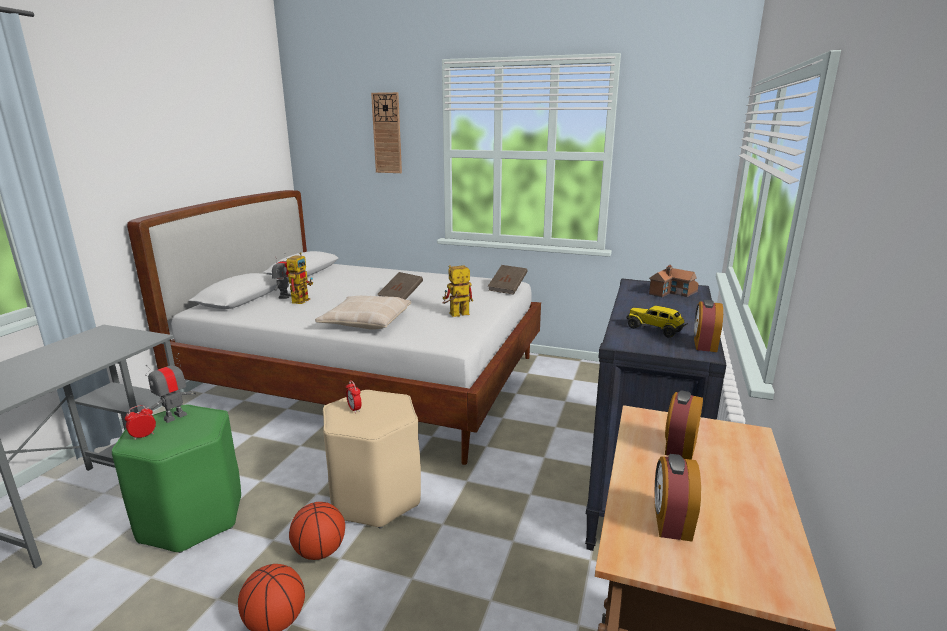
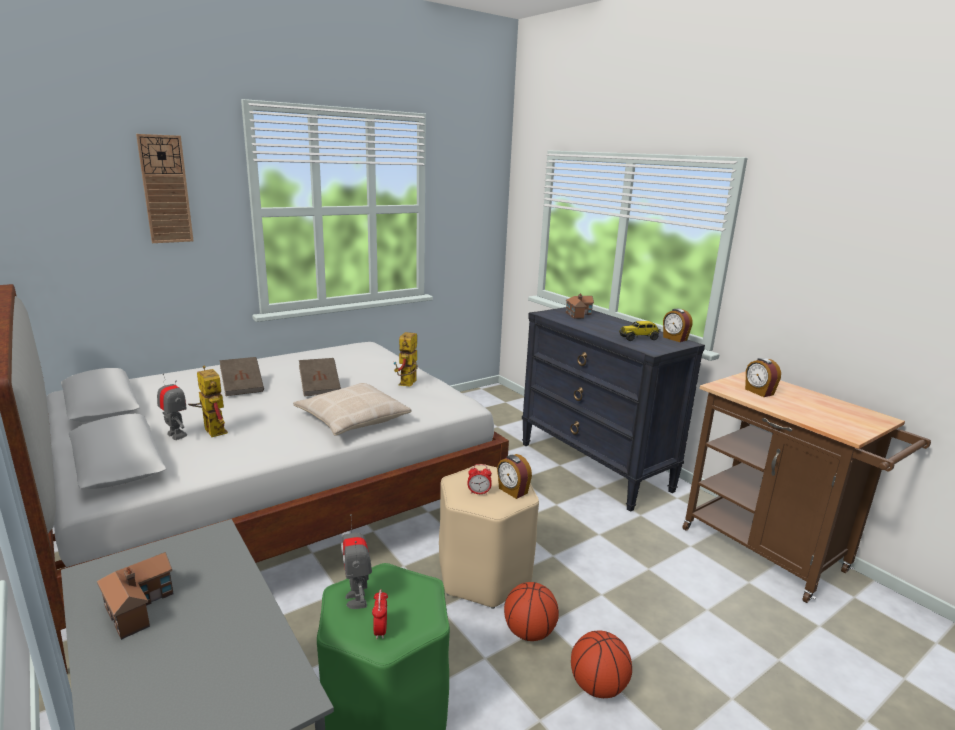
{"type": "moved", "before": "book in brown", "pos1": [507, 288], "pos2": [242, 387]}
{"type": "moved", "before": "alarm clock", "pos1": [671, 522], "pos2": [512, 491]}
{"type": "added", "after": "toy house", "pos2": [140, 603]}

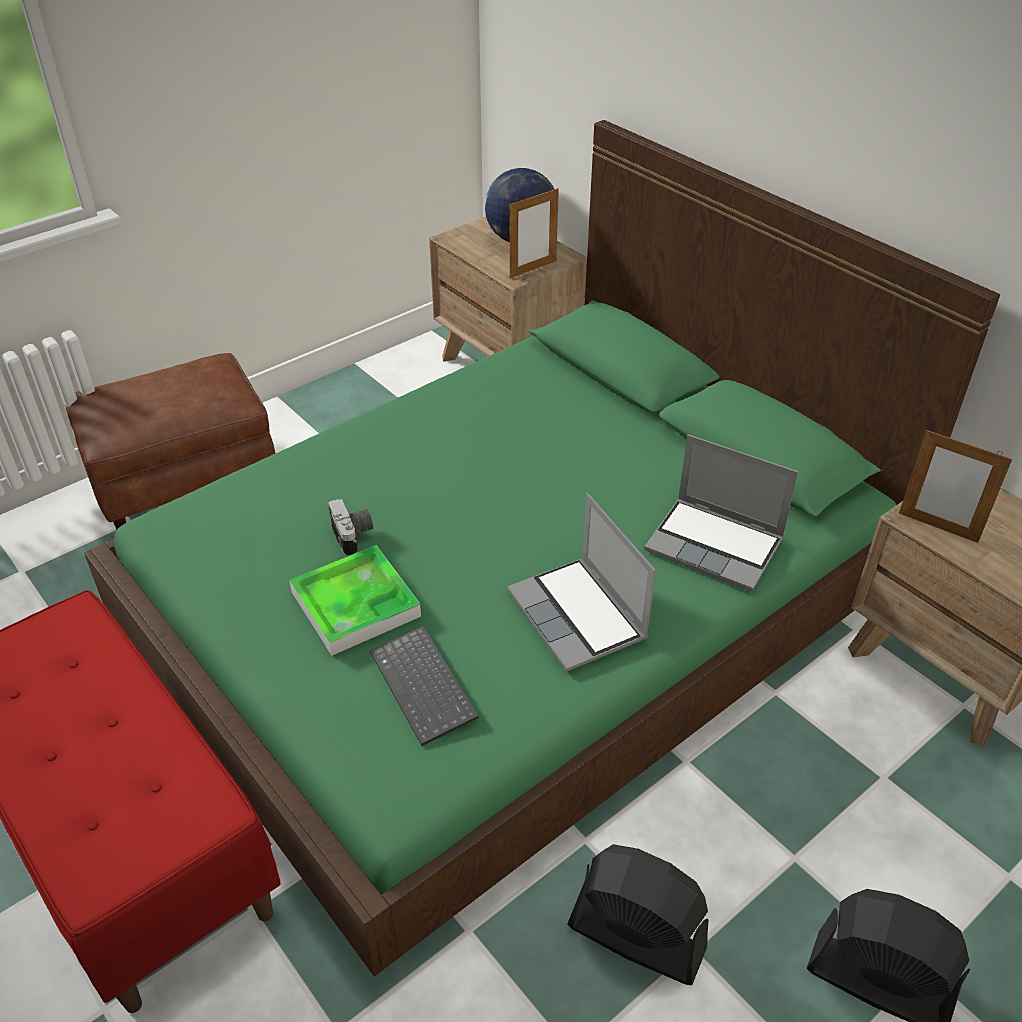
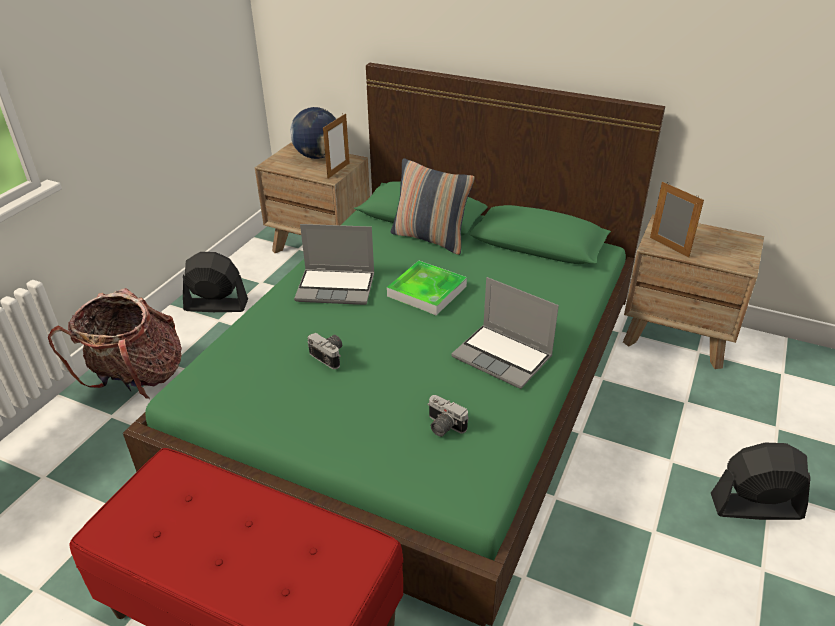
{"type": "replaced", "before": "ottoman in brown", "after": "backpack", "pos1": [184, 484], "pos2": [137, 379]}
{"type": "turned", "before": "picture frame", "pos1": [938, 527], "pos2": [669, 247], "turn": -135}
{"type": "moved", "before": "laptop", "pos1": [716, 545], "pos2": [337, 287]}
{"type": "moved", "before": "tray", "pos1": [355, 604], "pos2": [427, 291]}
{"type": "replaced", "before": "keyboard", "after": "photo camera", "pos1": [426, 687], "pos2": [443, 427]}
{"type": "moved", "before": "fan in black", "pos1": [635, 936], "pos2": [216, 305]}
{"type": "added", "after": "pillow", "pos2": [430, 238]}

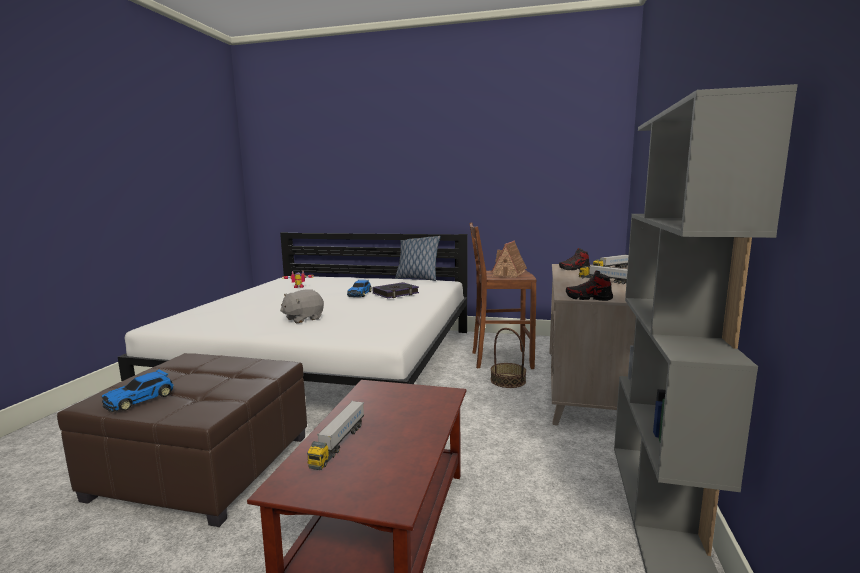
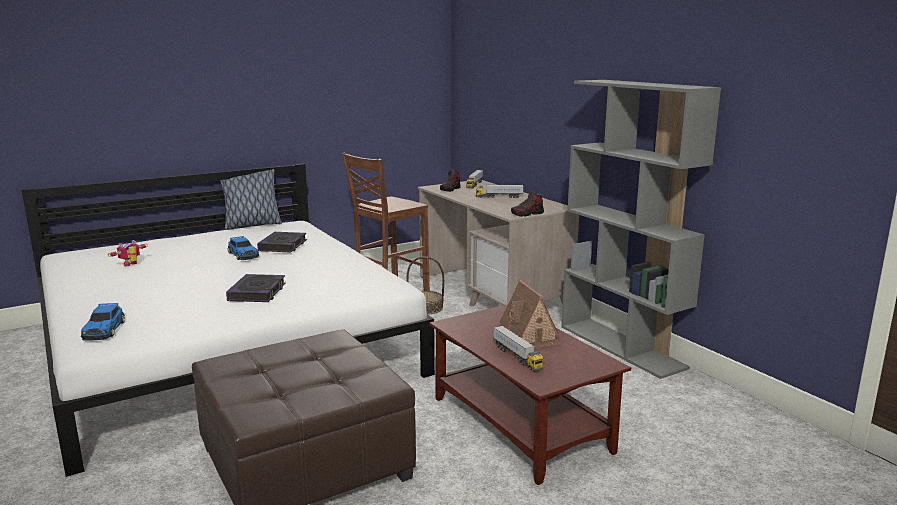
{"type": "moved", "before": "toy house", "pos1": [508, 274], "pos2": [529, 335]}
{"type": "replaced", "before": "plush toy in grey", "after": "book", "pos1": [303, 319], "pos2": [257, 292]}
{"type": "moved", "before": "toy car", "pos1": [141, 399], "pos2": [104, 330]}

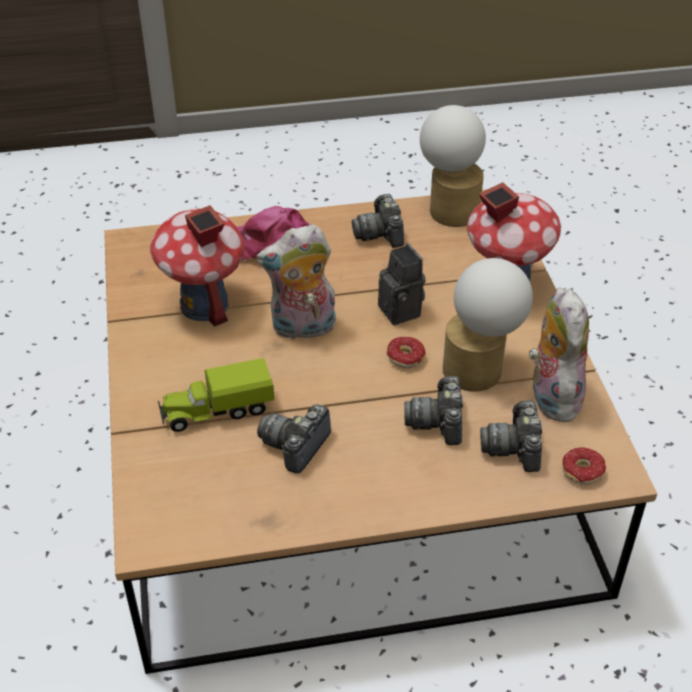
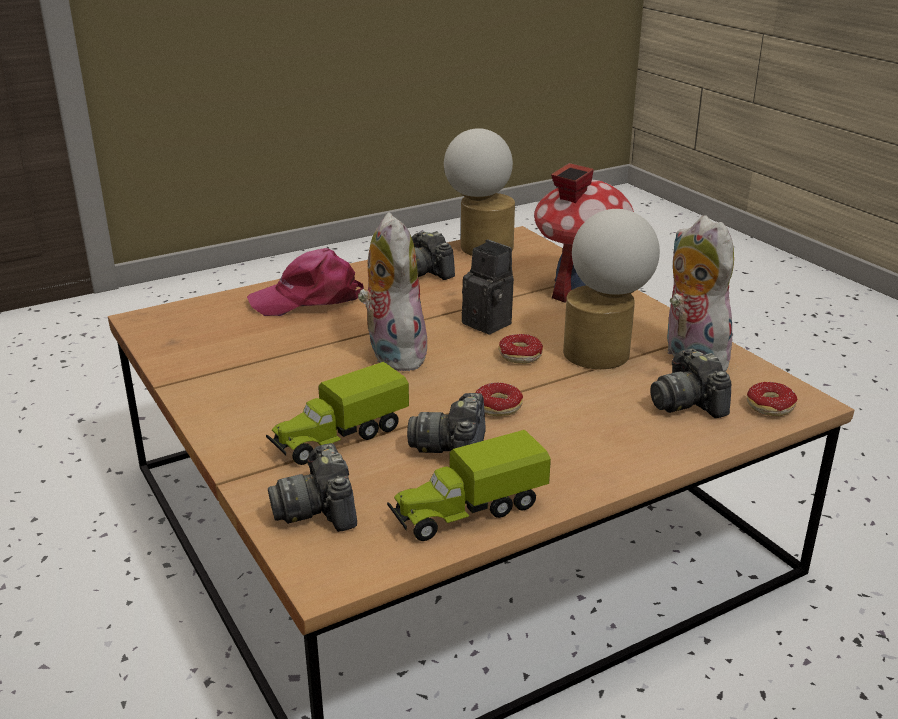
{"type": "removed", "before": "toy house", "pos1": [204, 305]}
{"type": "turned", "before": "plush toy", "pos1": [302, 329], "pos2": [392, 354], "turn": 105}
{"type": "moved", "before": "photo camera", "pos1": [438, 422], "pos2": [319, 509]}
{"type": "added", "after": "donut", "pos2": [496, 412]}
{"type": "added", "after": "toy truck", "pos2": [467, 511]}

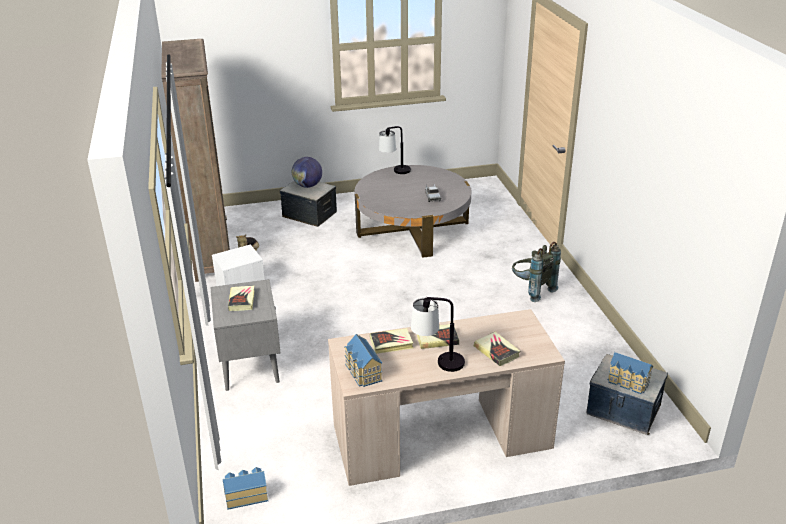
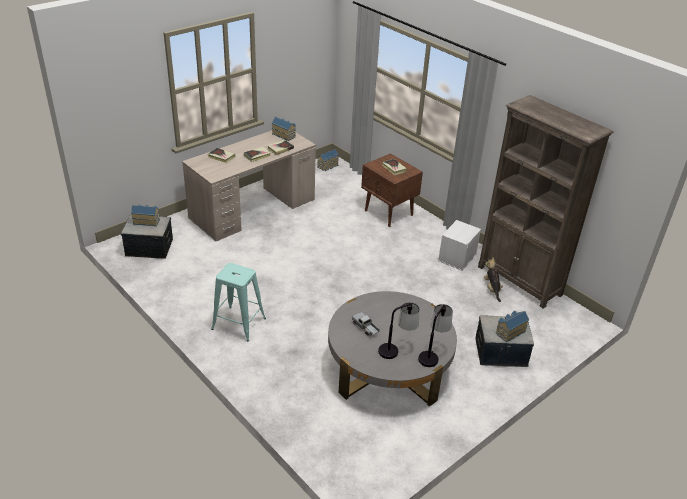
{"type": "replaced", "before": "globe", "after": "toy house", "pos1": [307, 186], "pos2": [509, 331]}
{"type": "replaced", "before": "backpack in grey", "after": "stool in turquoise", "pos1": [531, 290], "pos2": [238, 323]}
{"type": "recoloured", "before": "nightstand in grey", "after": "nightstand in brown", "pos1": [251, 368], "pos2": [389, 213]}
{"type": "moved", "before": "table lamp", "pos1": [437, 363], "pos2": [396, 349]}

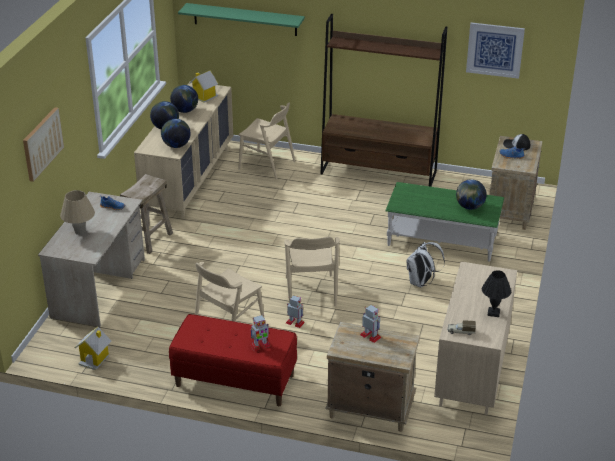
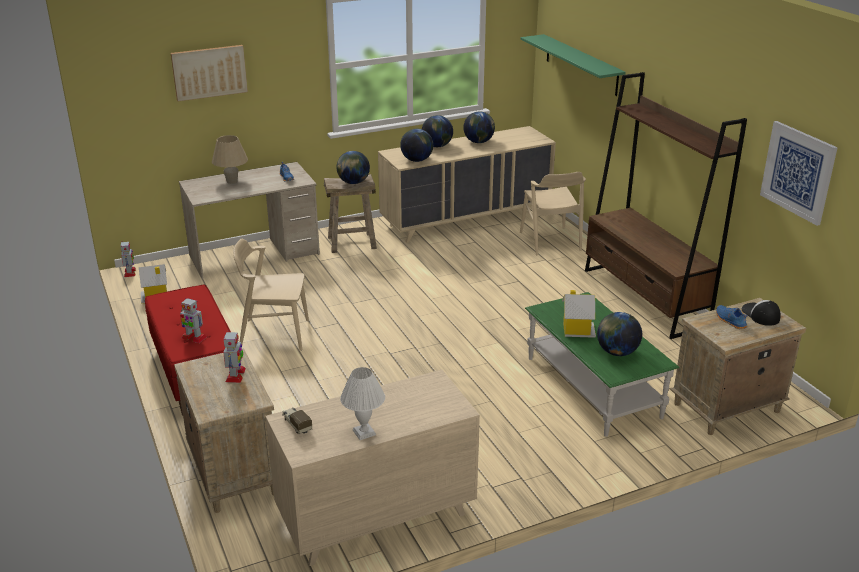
{"type": "moved", "before": "toy house", "pos1": [204, 97], "pos2": [577, 330]}
{"type": "removed", "before": "chair in beige", "pos1": [310, 292]}
{"type": "removed", "before": "backpack in white", "pos1": [421, 283]}
{"type": "recoloured", "before": "table lamp in black", "after": "table lamp in white", "pos1": [493, 313], "pos2": [363, 432]}
{"type": "moved", "before": "toy robot", "pos1": [295, 322], "pos2": [130, 272]}
{"type": "added", "after": "globe", "pos2": [353, 182]}

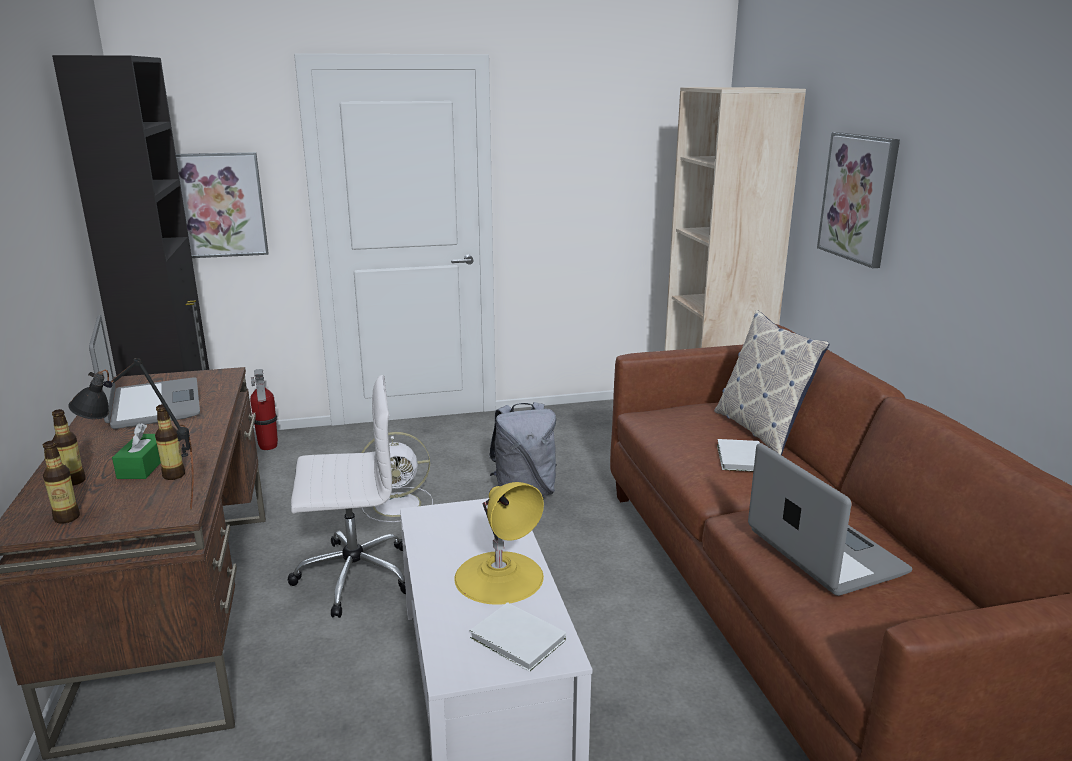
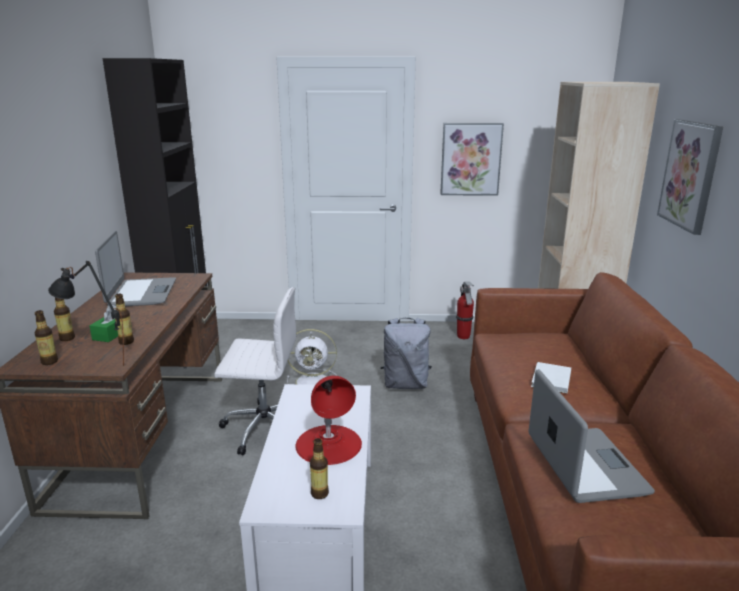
{"type": "moved", "before": "picture", "pos1": [219, 205], "pos2": [470, 159]}
{"type": "removed", "before": "pillow", "pos1": [761, 430]}
{"type": "moved", "before": "fire extinguisher", "pos1": [268, 447], "pos2": [463, 337]}
{"type": "recoloured", "before": "table lamp in yellow", "after": "table lamp in red", "pos1": [499, 577], "pos2": [329, 444]}
{"type": "replaced", "before": "book in white", "after": "bottle", "pos1": [518, 641], "pos2": [319, 494]}

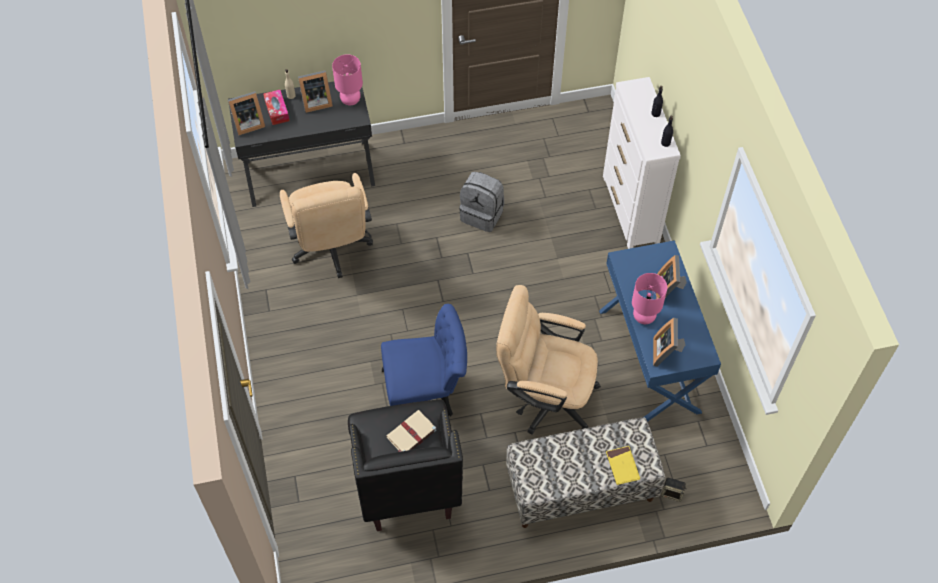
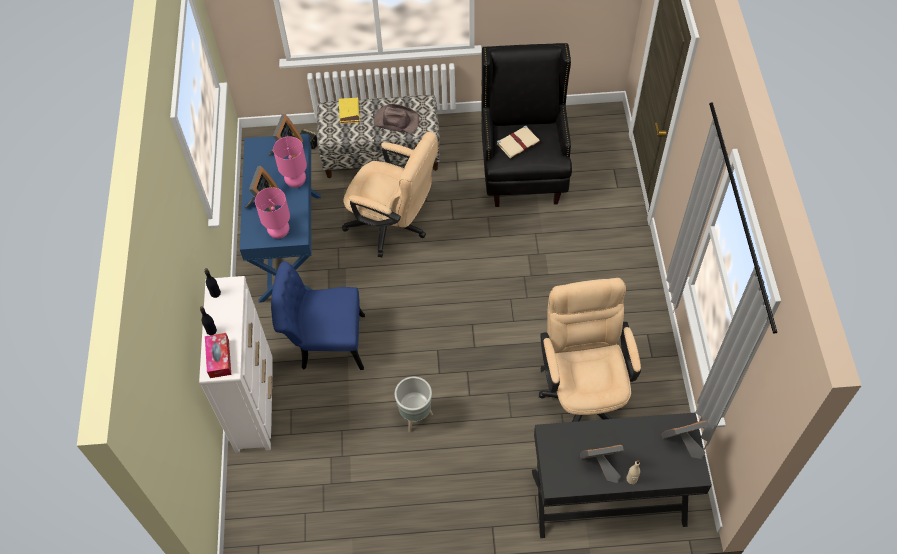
{"type": "moved", "before": "table lamp in pink", "pos1": [351, 100], "pos2": [279, 232]}
{"type": "moved", "before": "tissue box", "pos1": [277, 111], "pos2": [219, 358]}
{"type": "replaced", "before": "backpack in grey", "after": "planter in grey", "pos1": [482, 214], "pos2": [415, 417]}
{"type": "moved", "before": "chair in blue", "pos1": [426, 392], "pos2": [324, 343]}
{"type": "added", "after": "hat in brown", "pos2": [396, 121]}

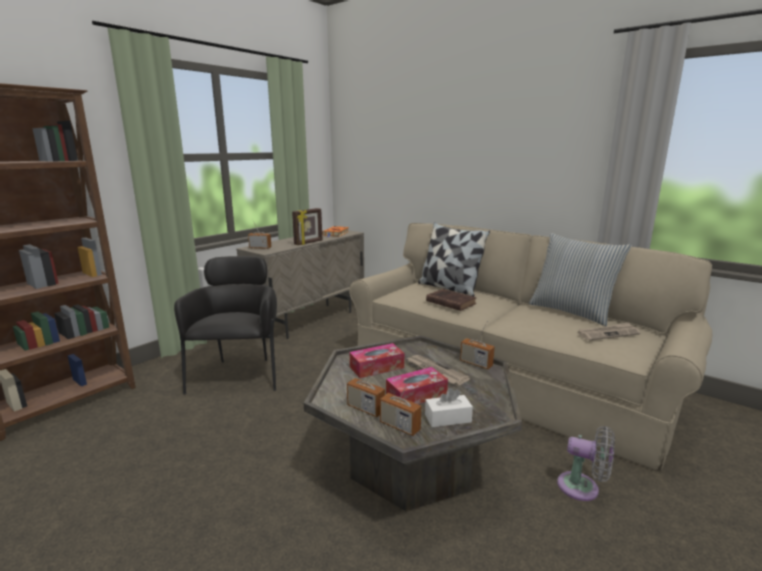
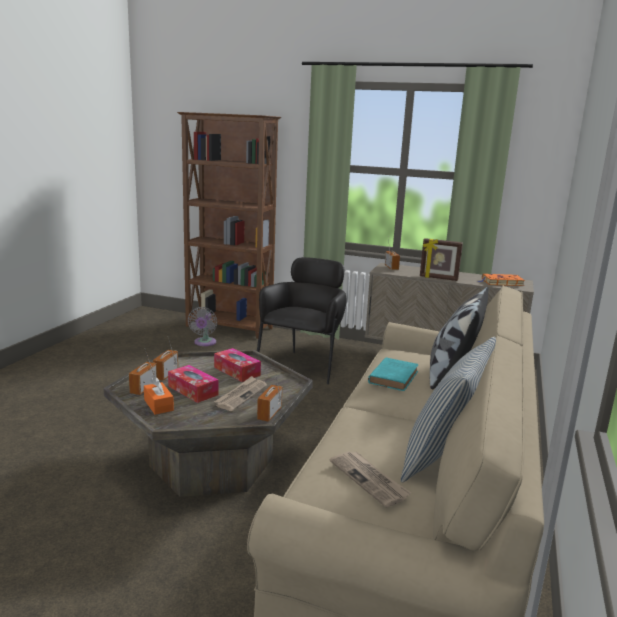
{"type": "turned", "before": "armchair in black", "pos1": [238, 374], "pos2": [303, 364], "turn": -45}
{"type": "recoloured", "before": "book in brown", "after": "book in turquoise", "pos1": [449, 302], "pos2": [394, 377]}
{"type": "recoloured", "before": "tissue box in white", "after": "tissue box in orange", "pos1": [448, 418], "pos2": [158, 405]}
{"type": "moved", "before": "fan in grey", "pos1": [582, 488], "pos2": [204, 343]}

